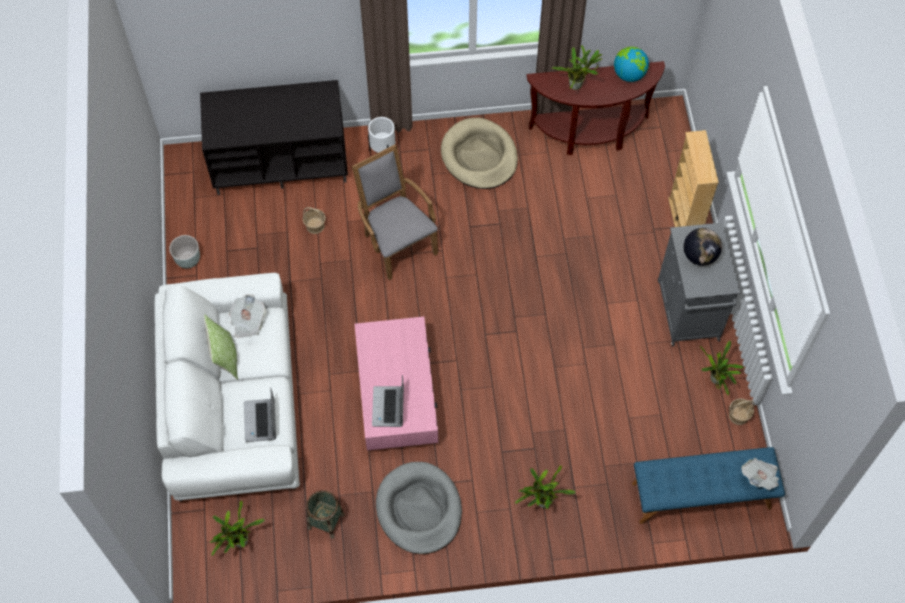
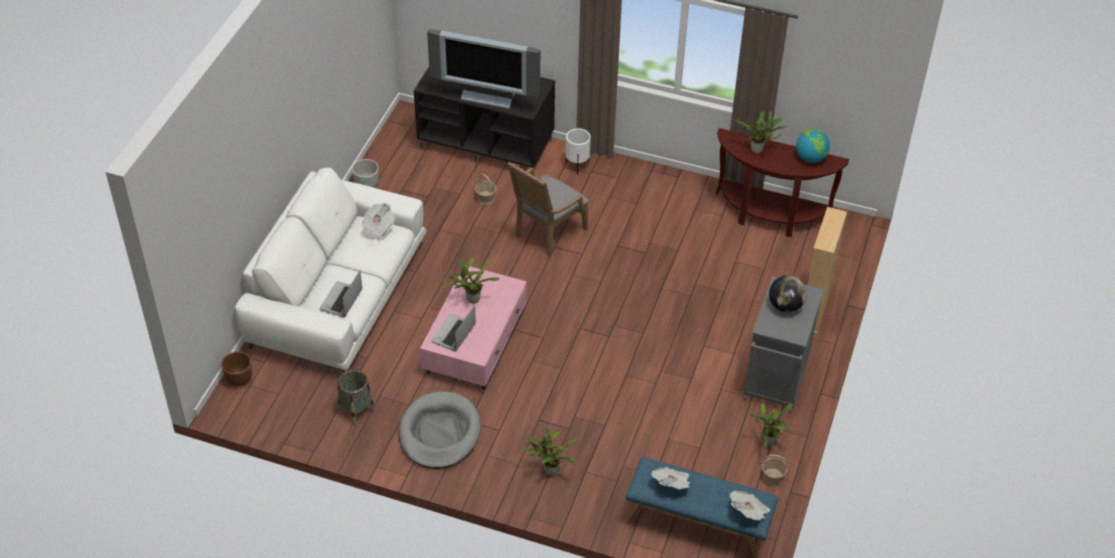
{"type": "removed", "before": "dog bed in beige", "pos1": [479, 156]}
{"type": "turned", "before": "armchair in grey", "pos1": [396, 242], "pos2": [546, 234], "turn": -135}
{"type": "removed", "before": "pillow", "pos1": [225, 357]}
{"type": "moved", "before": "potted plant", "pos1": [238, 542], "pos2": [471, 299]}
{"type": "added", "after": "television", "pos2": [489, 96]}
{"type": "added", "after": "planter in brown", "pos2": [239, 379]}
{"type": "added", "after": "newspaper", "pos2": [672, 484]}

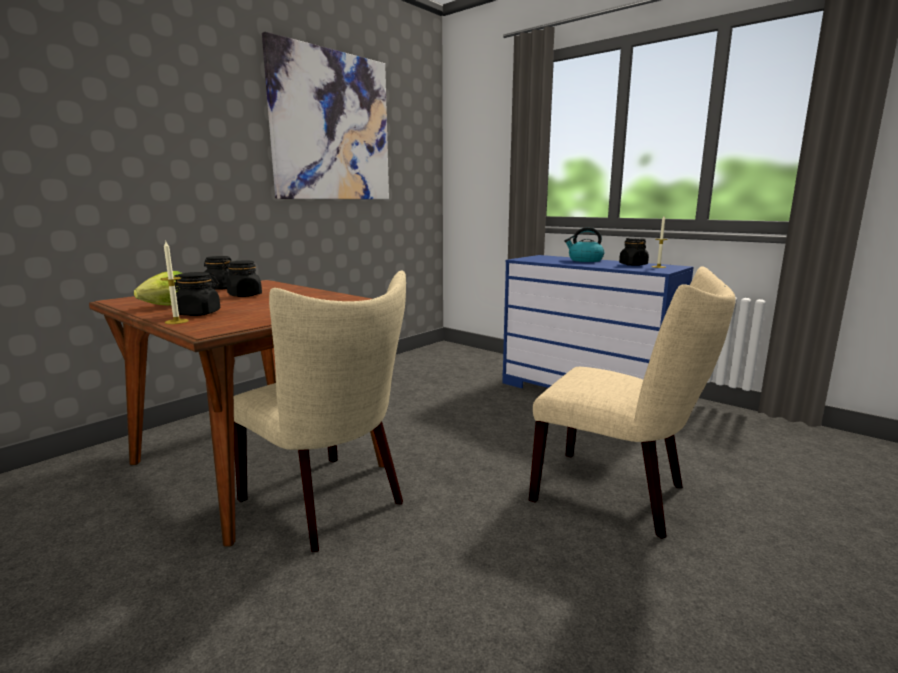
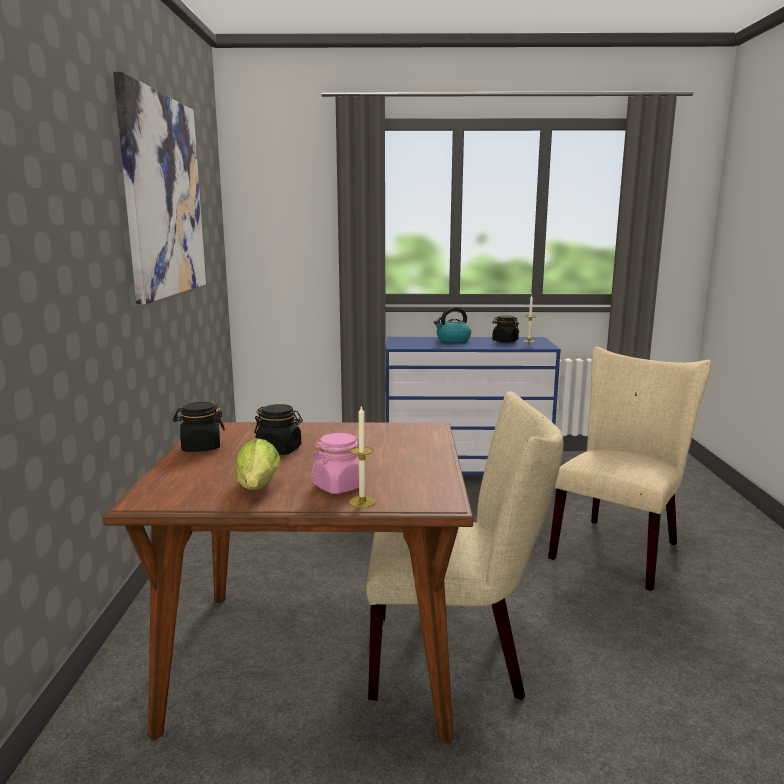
{"type": "turned", "before": "chair in beige", "pos1": [619, 494], "pos2": [619, 547], "turn": -45}
{"type": "recoloured", "before": "jar in black", "after": "jar in pink", "pos1": [199, 313], "pos2": [339, 486]}

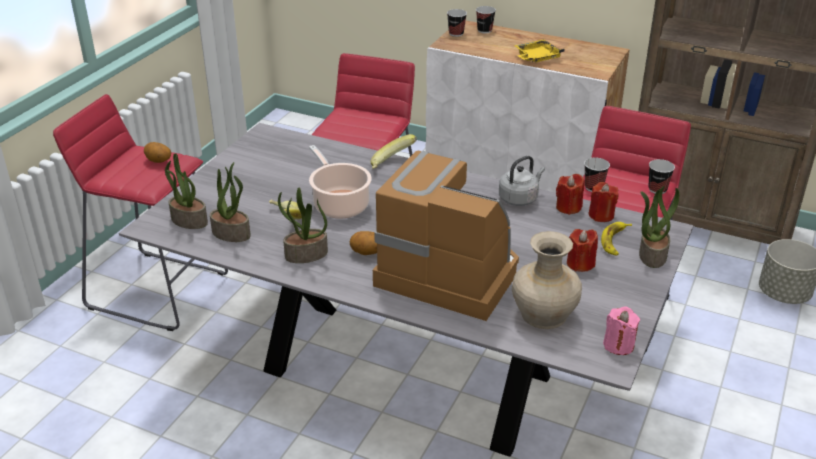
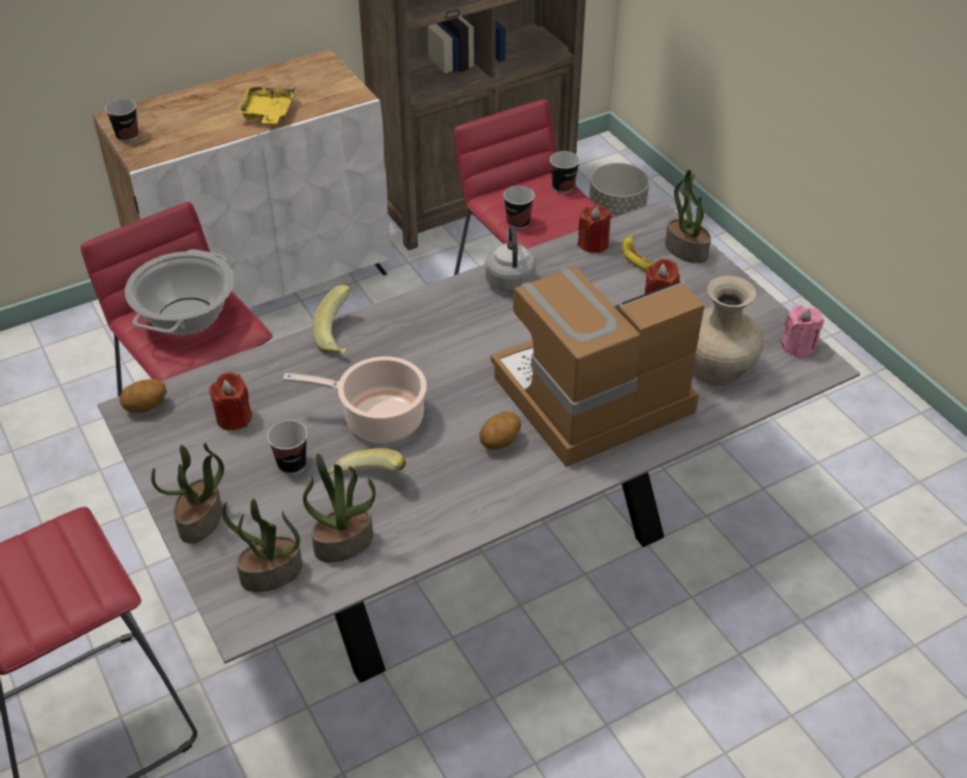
{"type": "moved", "before": "cup", "pos1": [484, 30], "pos2": [292, 464]}
{"type": "moved", "before": "potato", "pos1": [158, 161], "pos2": [146, 407]}
{"type": "moved", "before": "candle in red", "pos1": [568, 207], "pos2": [234, 418]}
{"type": "moved", "before": "potted plant", "pos1": [306, 255], "pos2": [201, 521]}
{"type": "added", "after": "cooking pot", "pos2": [186, 316]}

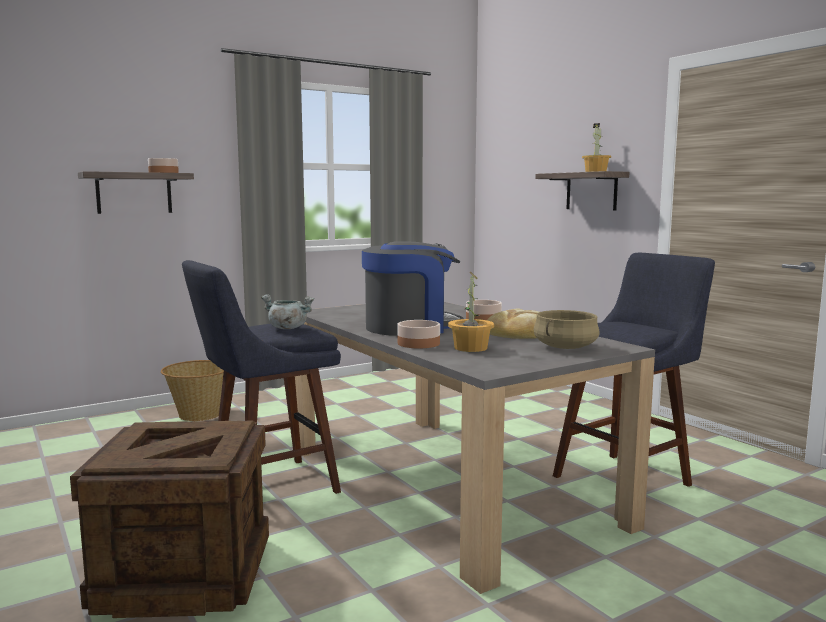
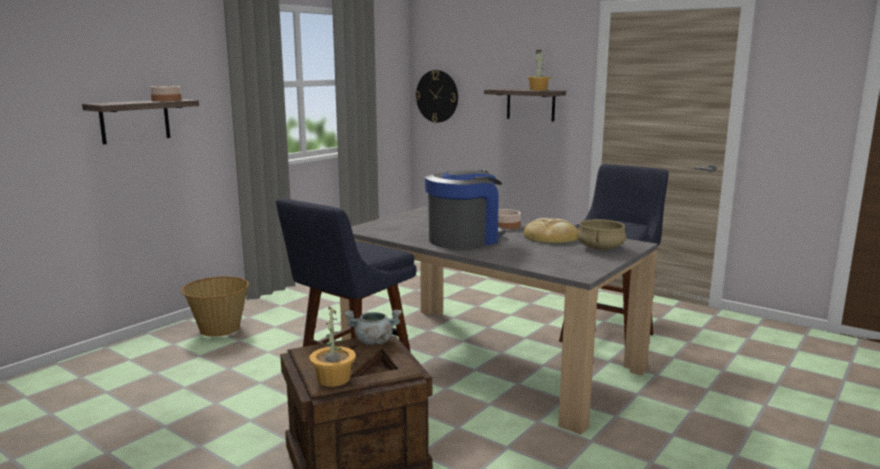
{"type": "moved", "before": "potted plant", "pos1": [470, 348], "pos2": [332, 379]}
{"type": "moved", "before": "cooking pot in grey", "pos1": [287, 328], "pos2": [373, 342]}
{"type": "removed", "before": "bowl", "pos1": [418, 343]}
{"type": "added", "after": "wall clock", "pos2": [437, 96]}

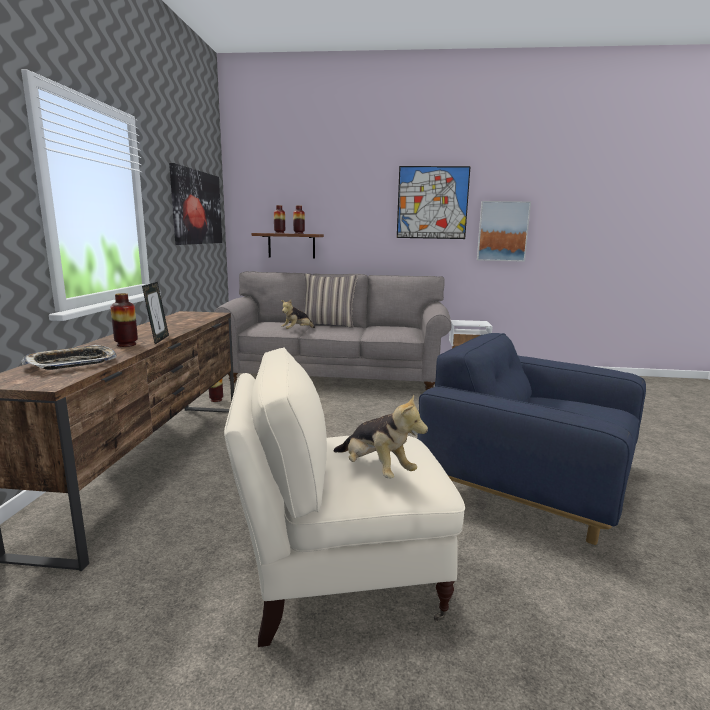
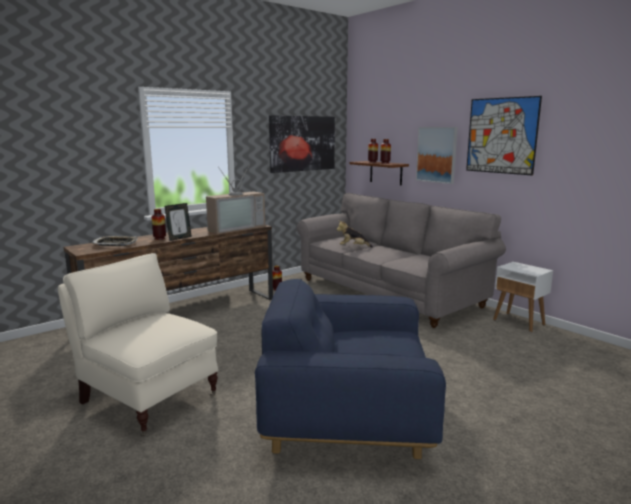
{"type": "moved", "before": "picture", "pos1": [502, 231], "pos2": [436, 154]}
{"type": "removed", "before": "pillow", "pos1": [328, 324]}
{"type": "turned", "before": "armchair in blue", "pos1": [529, 482], "pos2": [347, 413], "turn": -75}
{"type": "removed", "before": "plush toy", "pos1": [375, 470]}
{"type": "added", "after": "television", "pos2": [235, 227]}

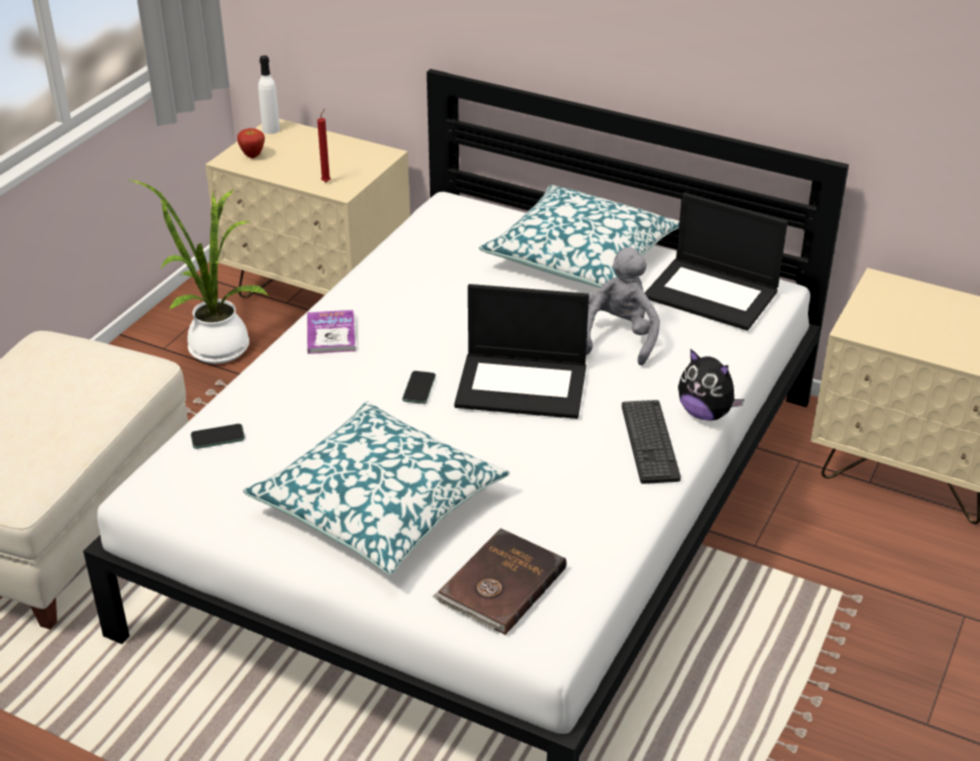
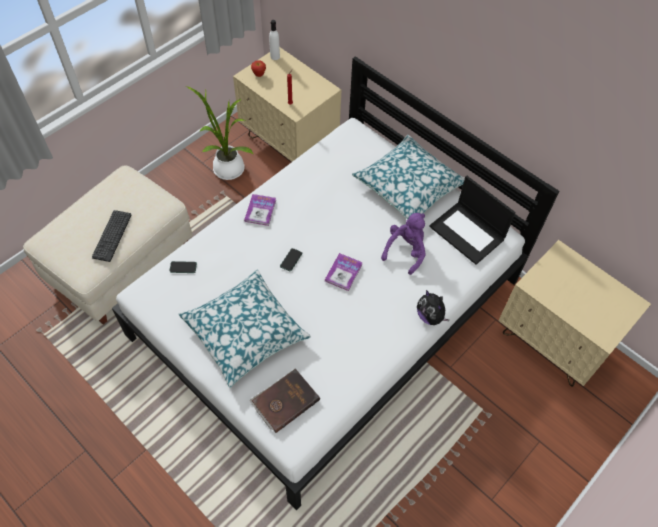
{"type": "recoloured", "before": "plush toy in grey", "after": "plush toy in purple", "pos1": [619, 337], "pos2": [405, 251]}
{"type": "replaced", "before": "laptop", "after": "book", "pos1": [523, 385], "pos2": [343, 272]}
{"type": "moved", "before": "keyboard", "pos1": [650, 442], "pos2": [112, 236]}

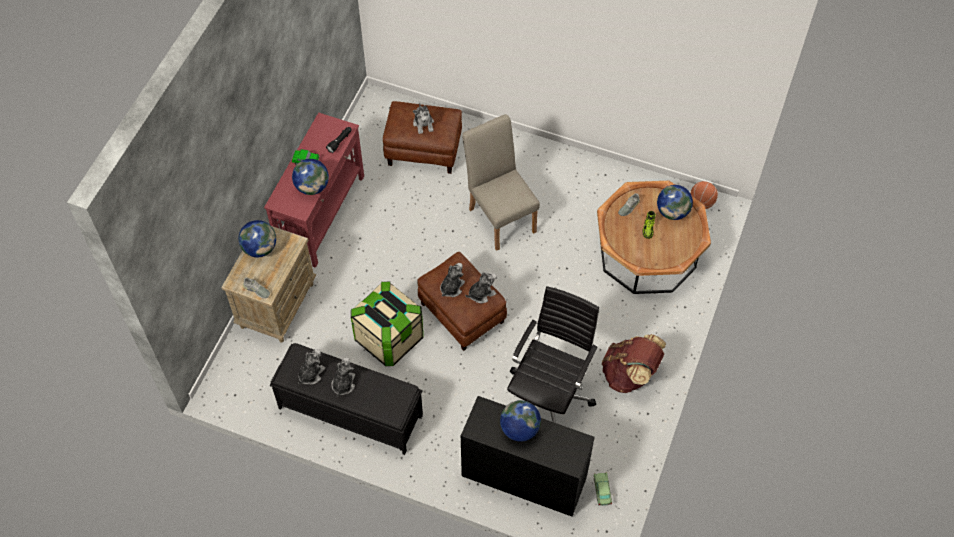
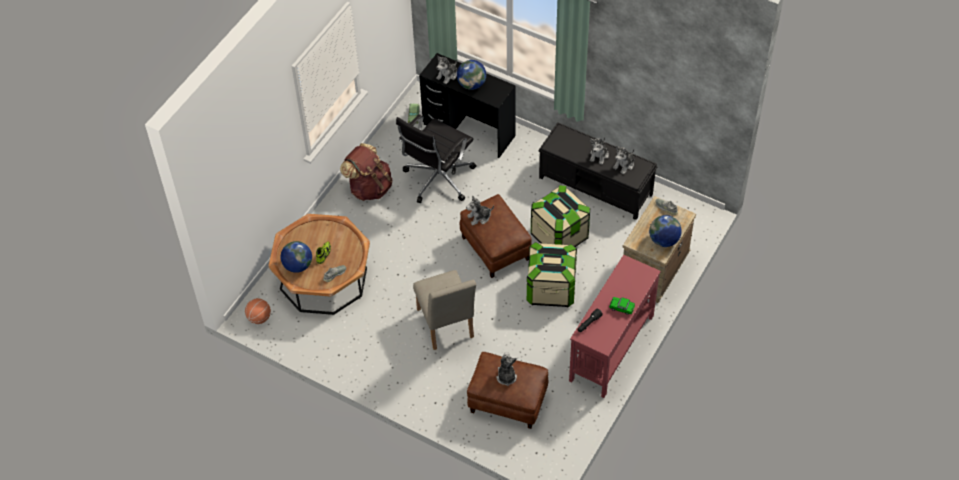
{"type": "removed", "before": "globe", "pos1": [312, 187]}
{"type": "moved", "before": "plush toy", "pos1": [451, 287], "pos2": [447, 75]}
{"type": "added", "after": "storage box", "pos2": [551, 289]}

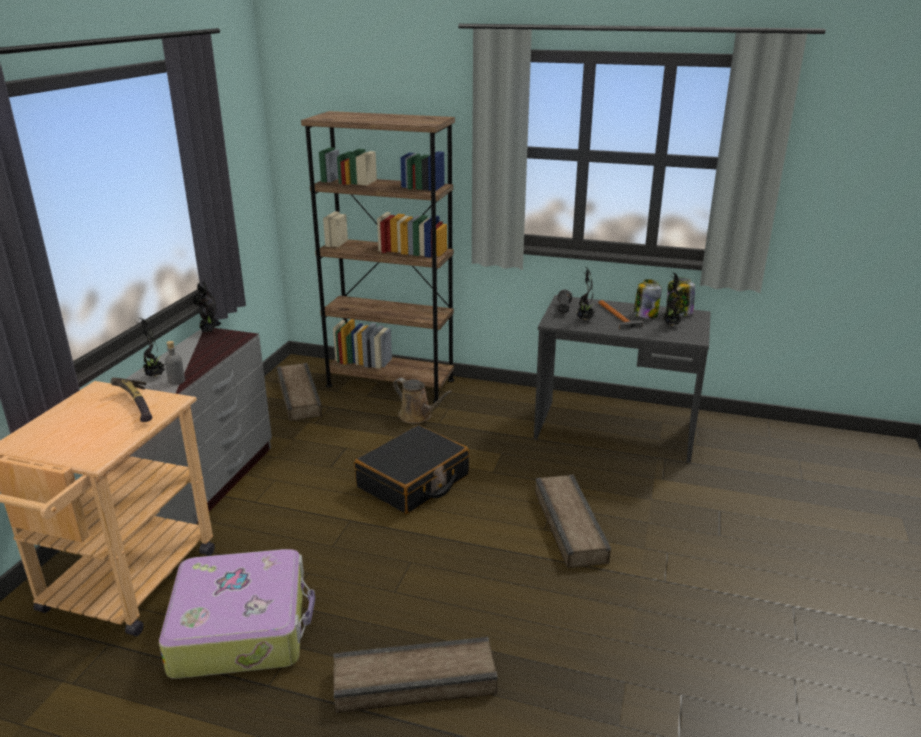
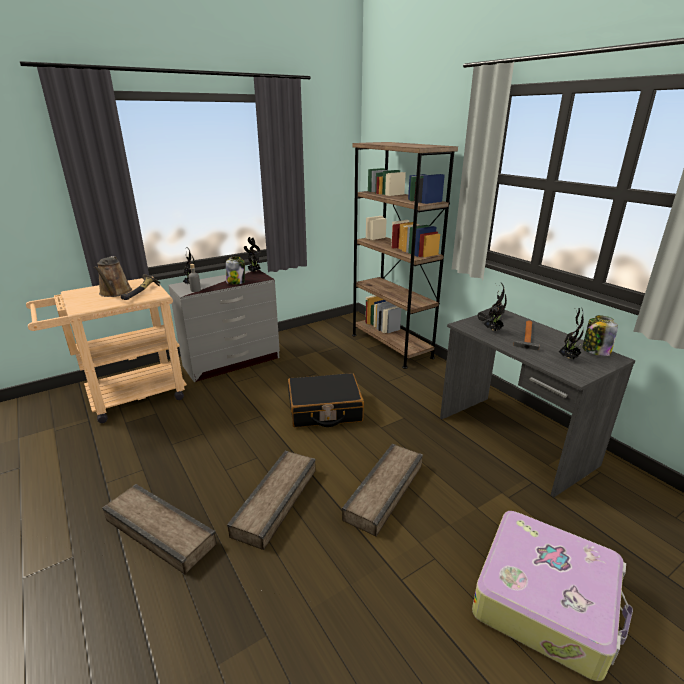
{"type": "moved", "before": "jar", "pos1": [645, 315], "pos2": [236, 282]}
{"type": "moved", "before": "crate", "pos1": [300, 396], "pos2": [277, 501]}
{"type": "moved", "before": "watering can in brown", "pos1": [417, 416], "pos2": [115, 293]}
{"type": "moved", "before": "suitcase", "pos1": [242, 627], "pos2": [546, 599]}

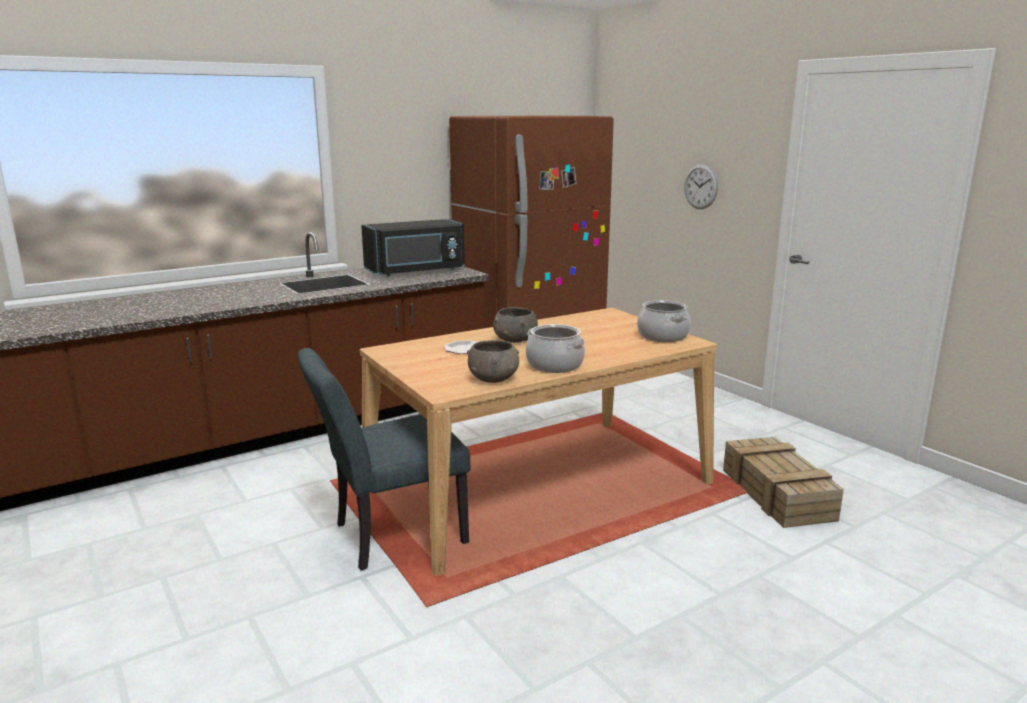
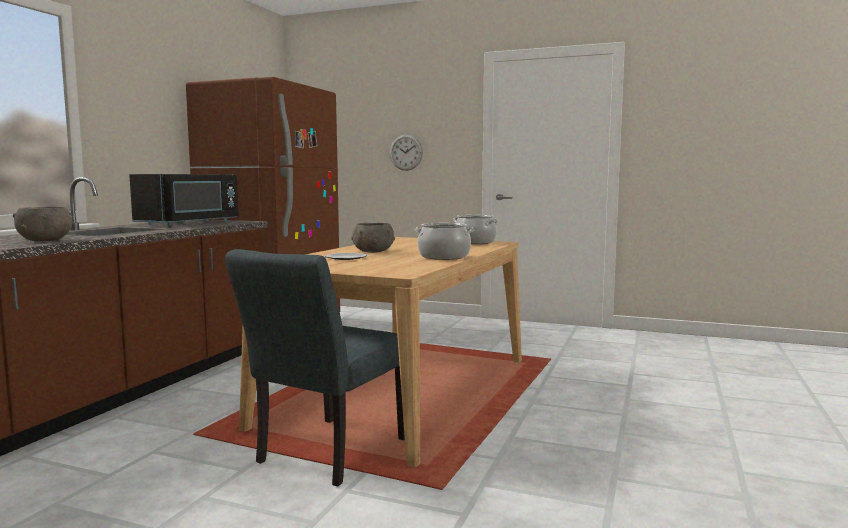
{"type": "moved", "before": "bowl in grey", "pos1": [494, 378], "pos2": [45, 240]}
{"type": "removed", "before": "crate", "pos1": [778, 494]}

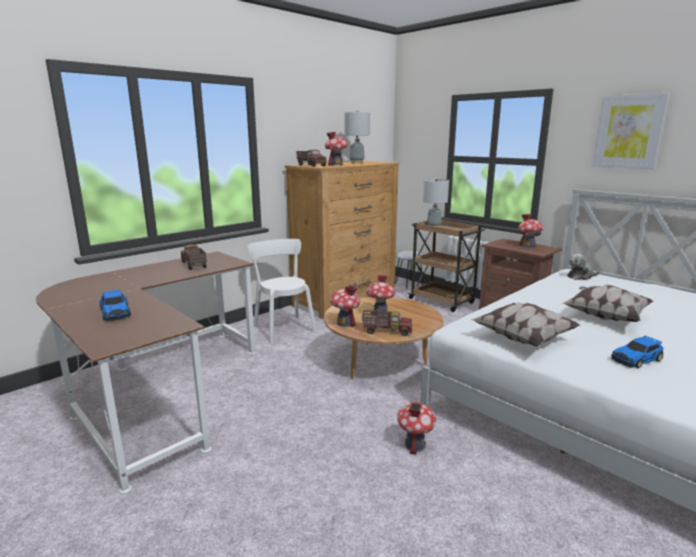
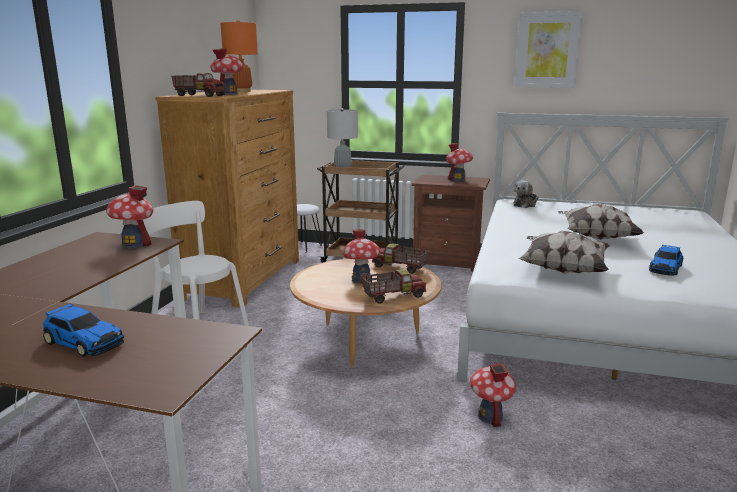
{"type": "recoloured", "before": "table lamp in grey", "after": "table lamp in orange", "pos1": [357, 162], "pos2": [242, 91]}
{"type": "moved", "before": "toy truck", "pos1": [193, 265], "pos2": [399, 268]}
{"type": "moved", "before": "toy house", "pos1": [345, 323], "pos2": [134, 244]}

